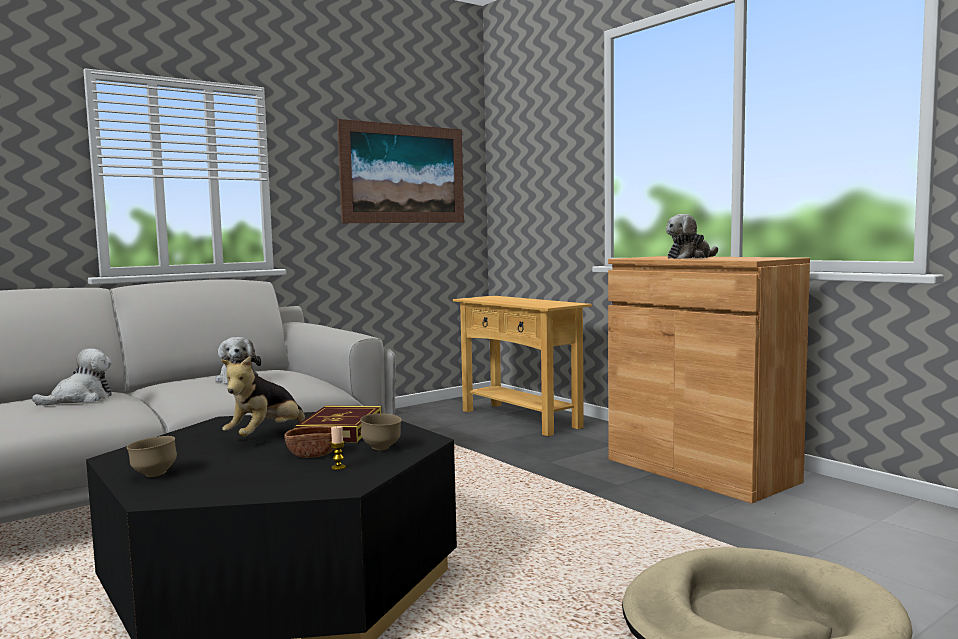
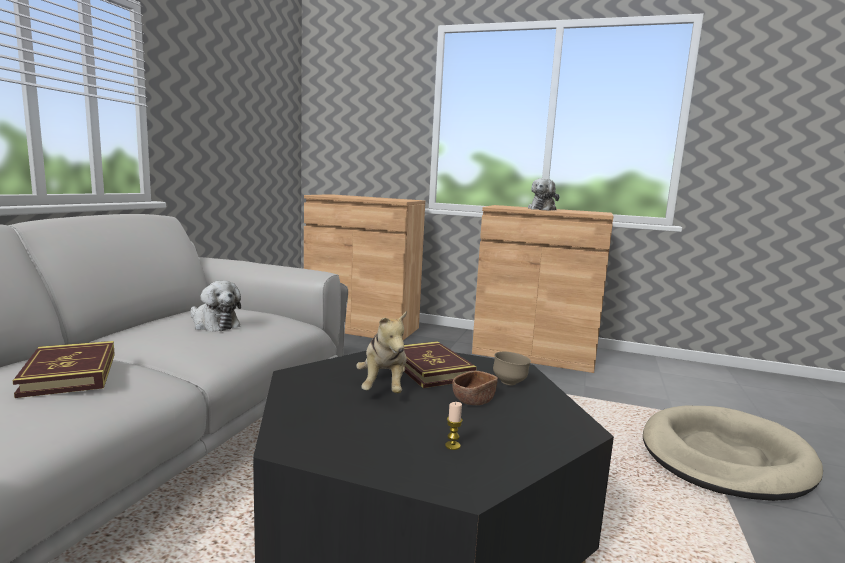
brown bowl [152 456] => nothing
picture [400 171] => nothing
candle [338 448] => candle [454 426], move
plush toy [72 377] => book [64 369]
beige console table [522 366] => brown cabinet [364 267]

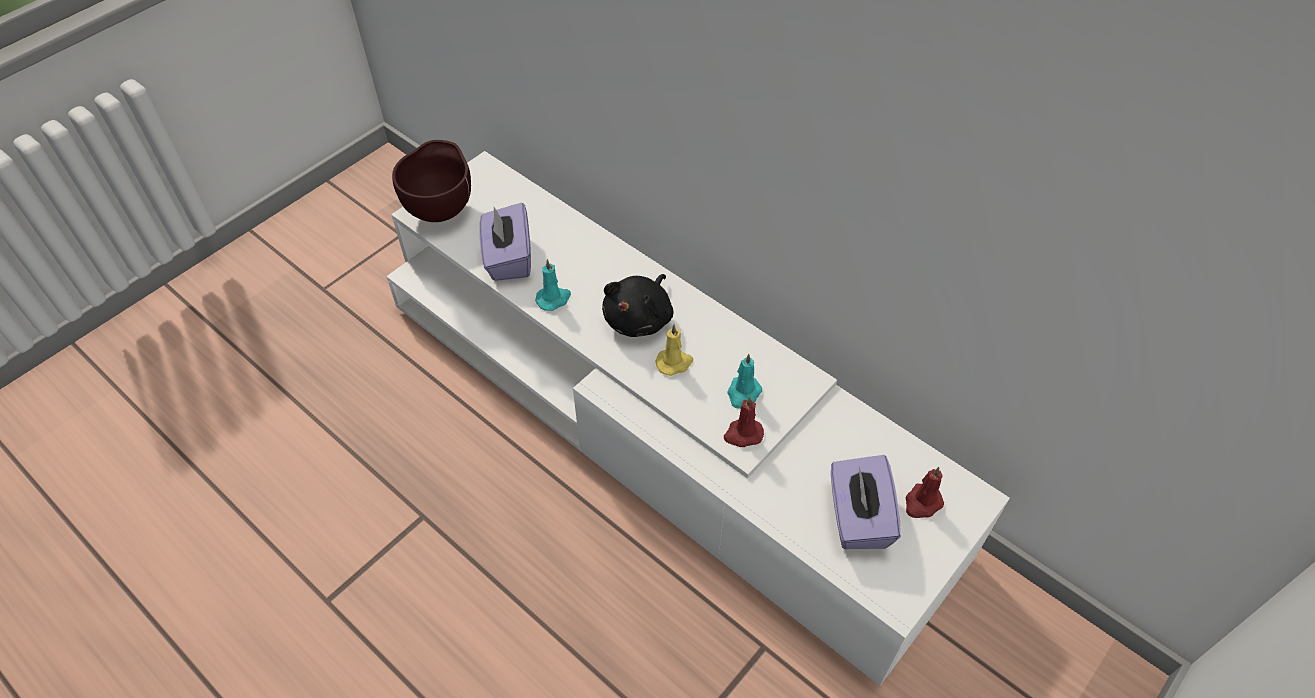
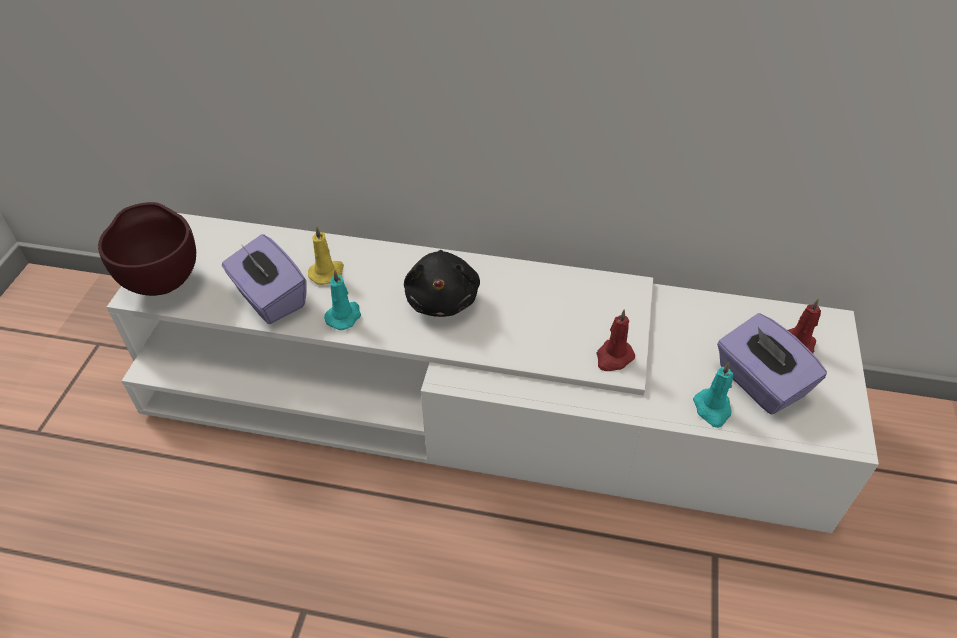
yellow candle [674 350] => yellow candle [326 255], move
turquoise candle [744 381] => turquoise candle [713 395], move

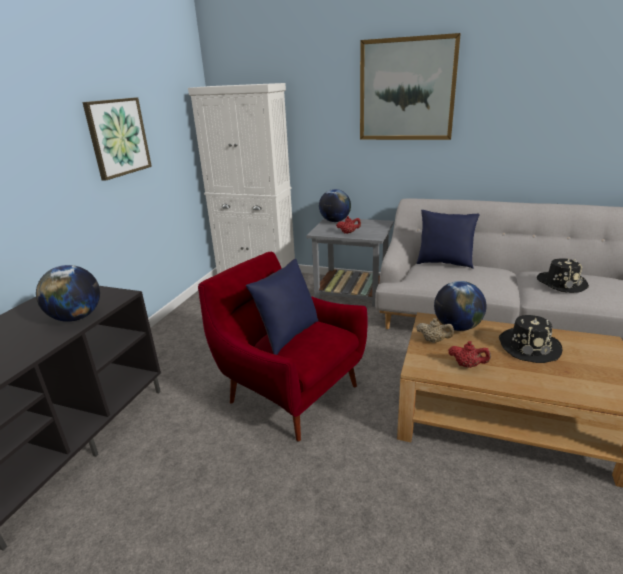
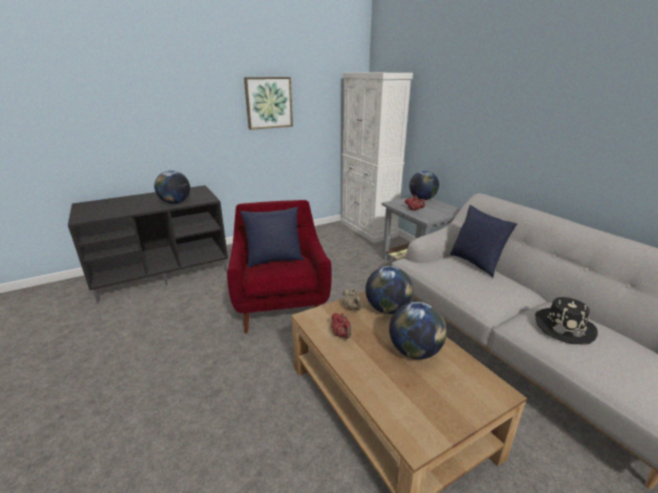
picture [410 86] => nothing
black hat [531 339] => globe [418 330]

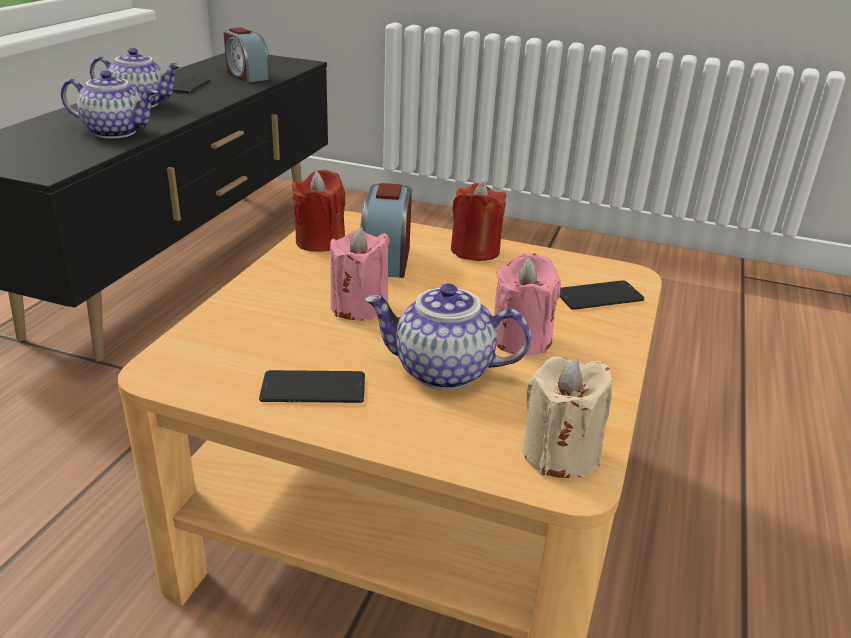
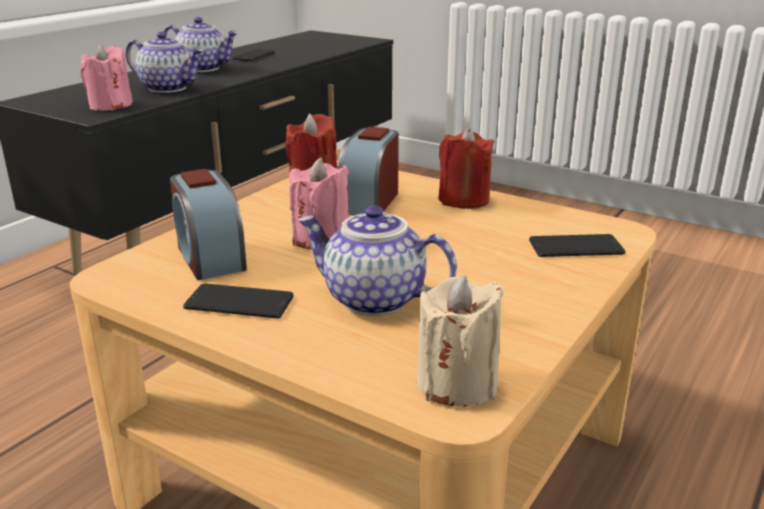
alarm clock [246 55] => alarm clock [208 224], move
pink candle [527 304] => pink candle [106 78], move

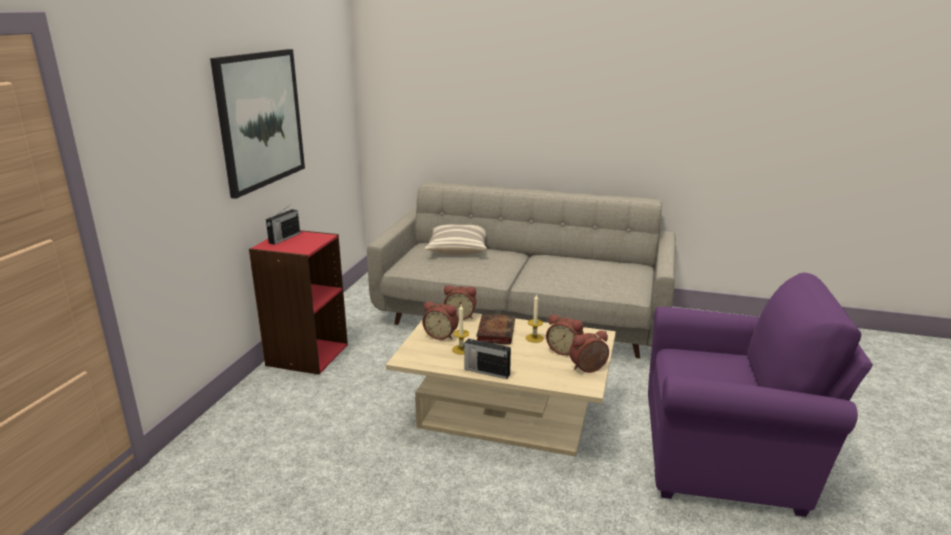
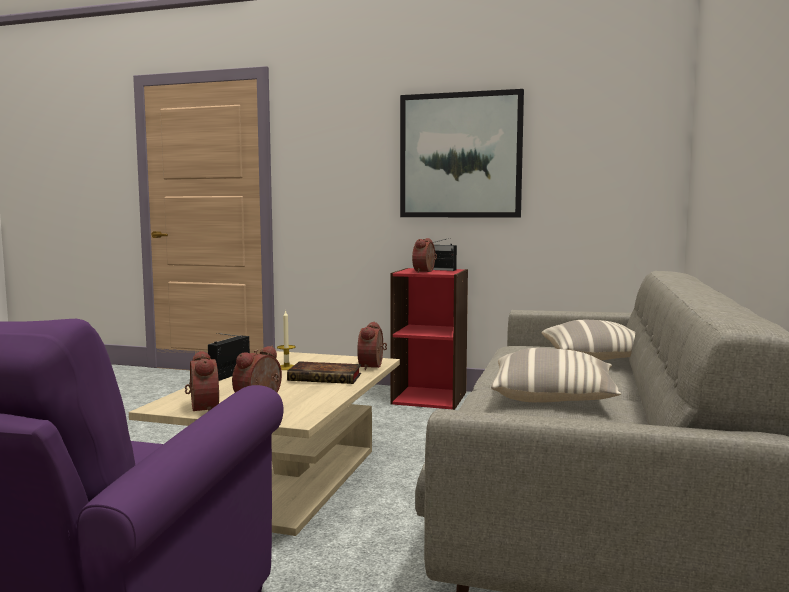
candle [535 318] => nothing
nothing => pillow [556 375]
alarm clock [441 320] => alarm clock [424 255], move

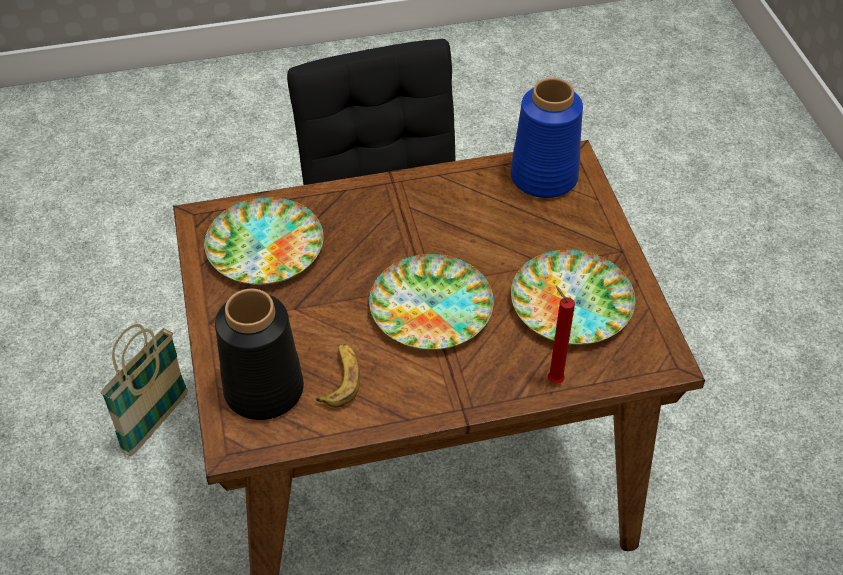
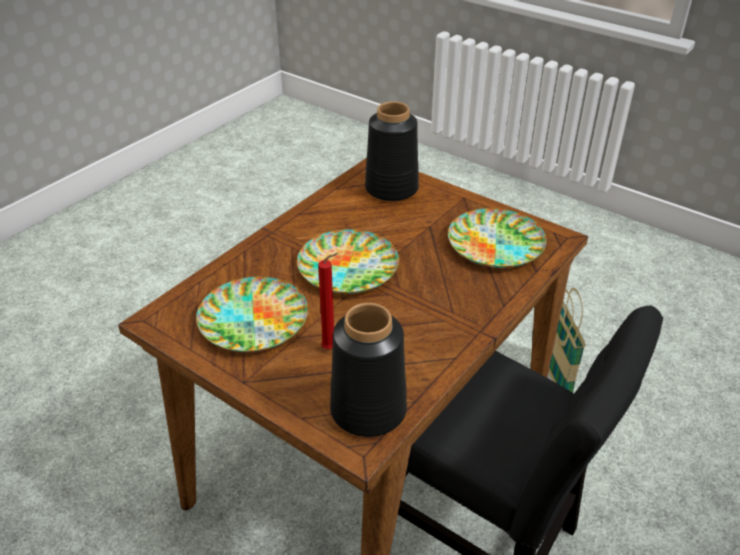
banana [337 376] => nothing
red candle [561 335] => red candle [328 301], move
blue vase [546 138] => black vase [368 370]

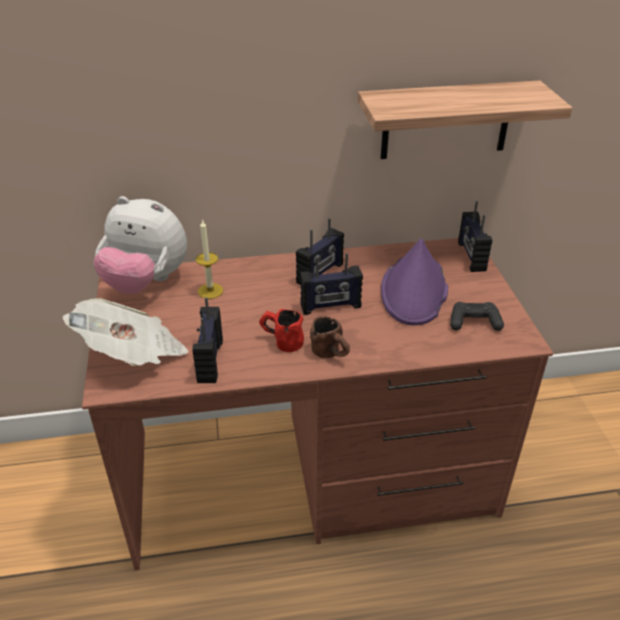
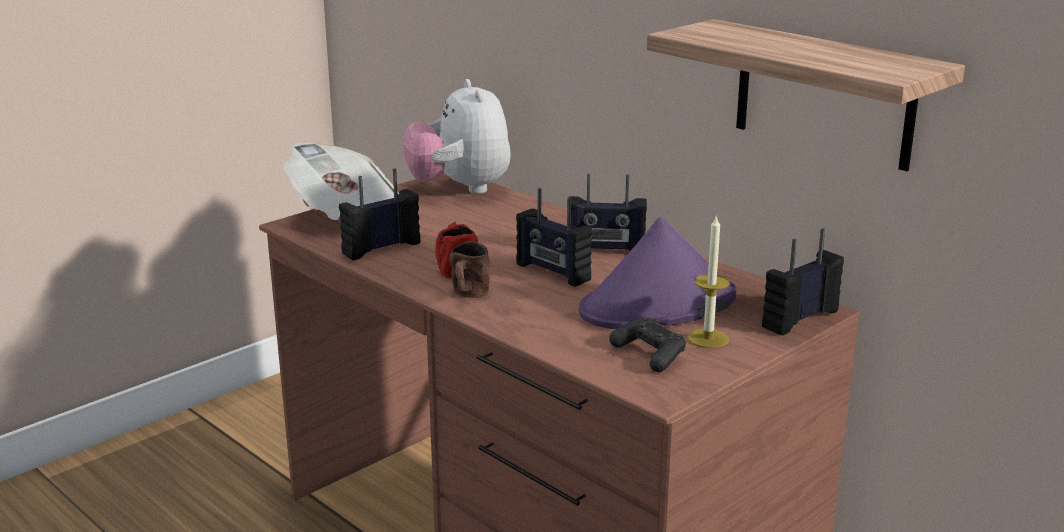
candle [209 259] => candle [709 281], move

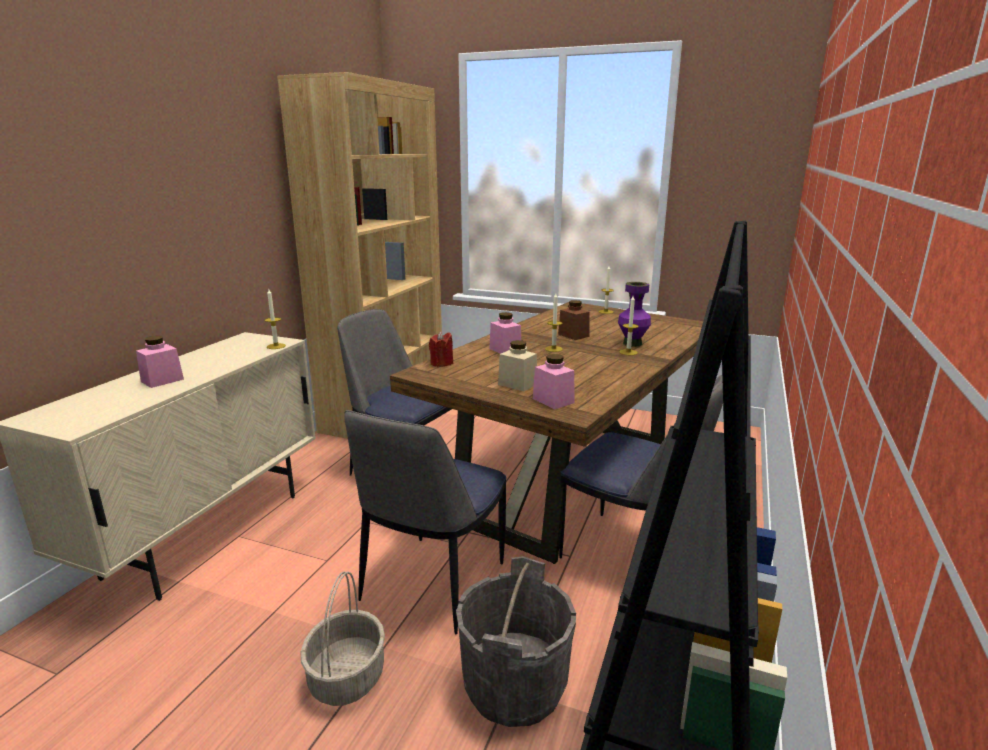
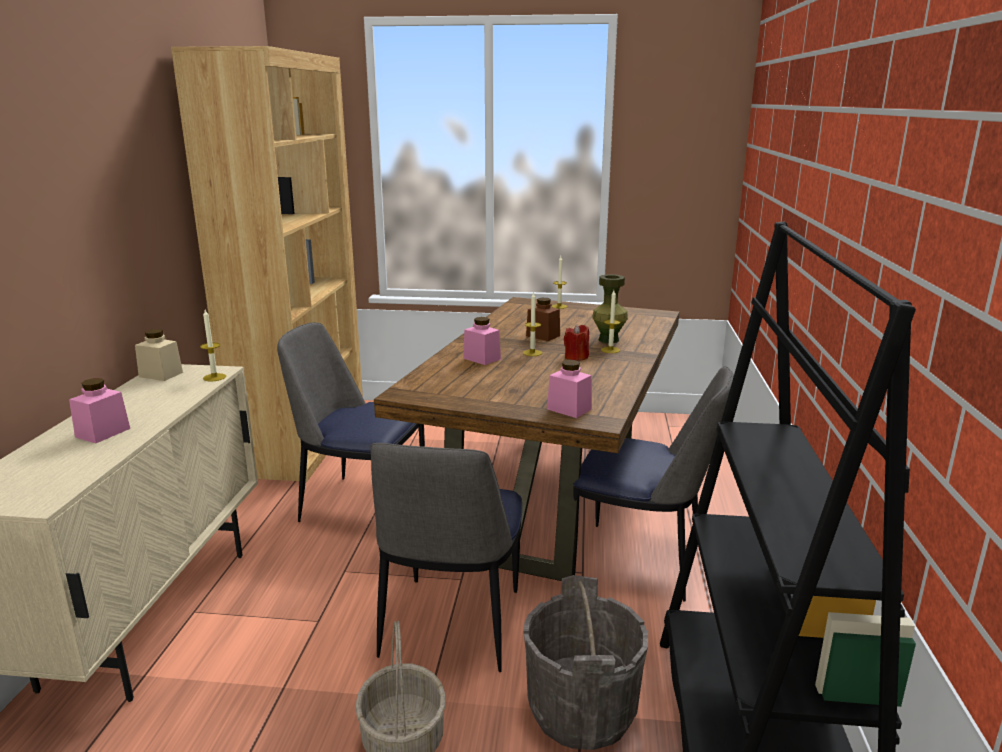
red candle [441 349] => red candle [576 342], move
beige jar [517 365] => beige jar [159 355], move
purple vase [634 314] => green vase [610 308]

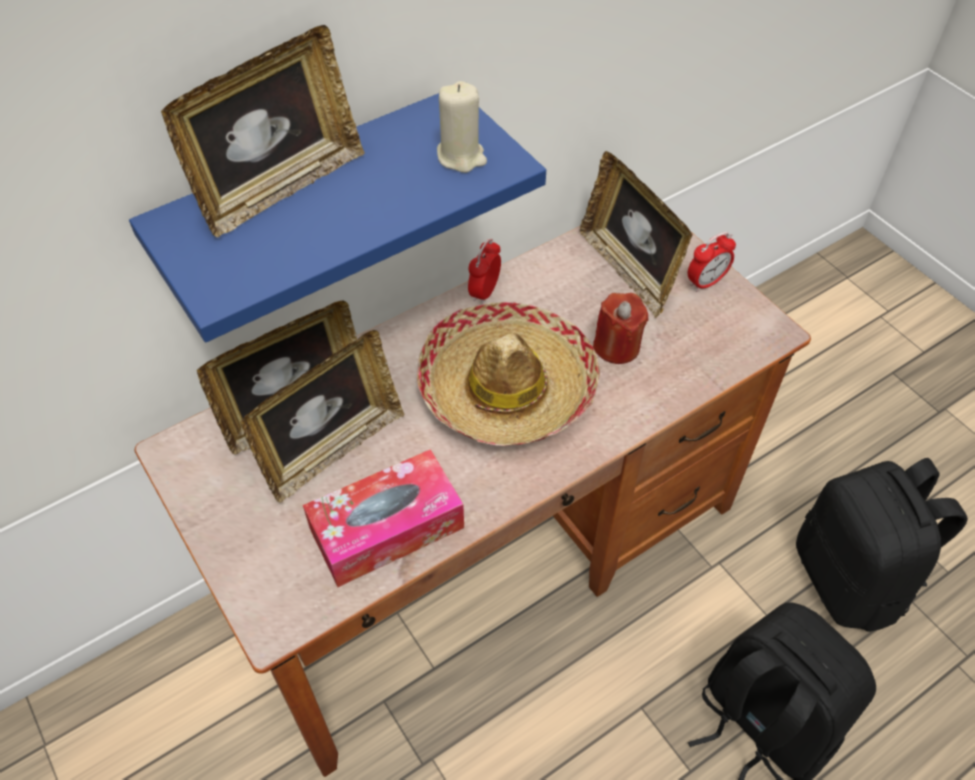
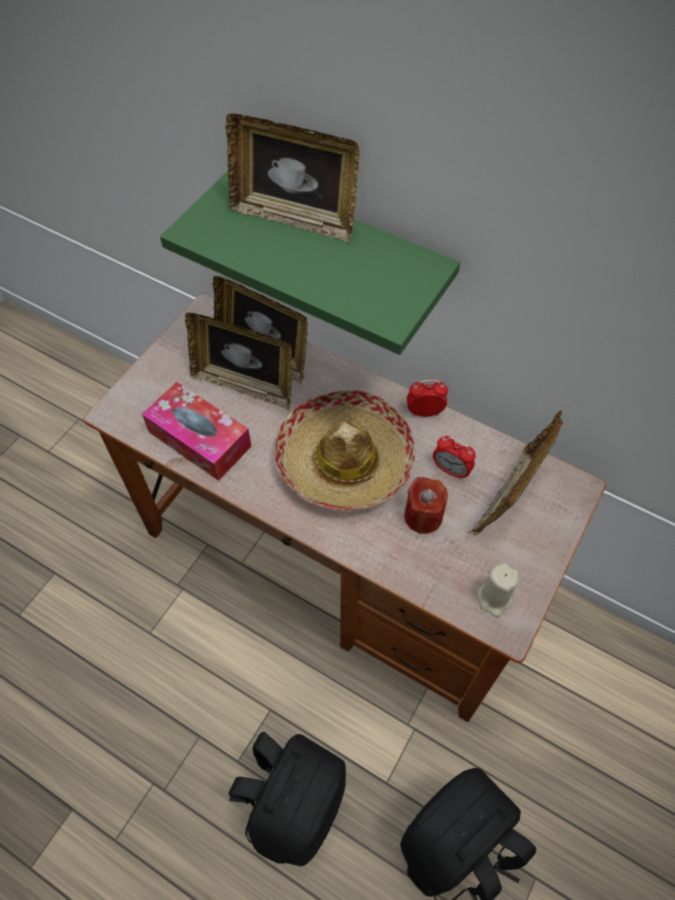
beige candle [462 127] => beige candle [498 590], move
alarm clock [712 262] => alarm clock [454 458], move
blue shelf [337 217] => green shelf [310 263]

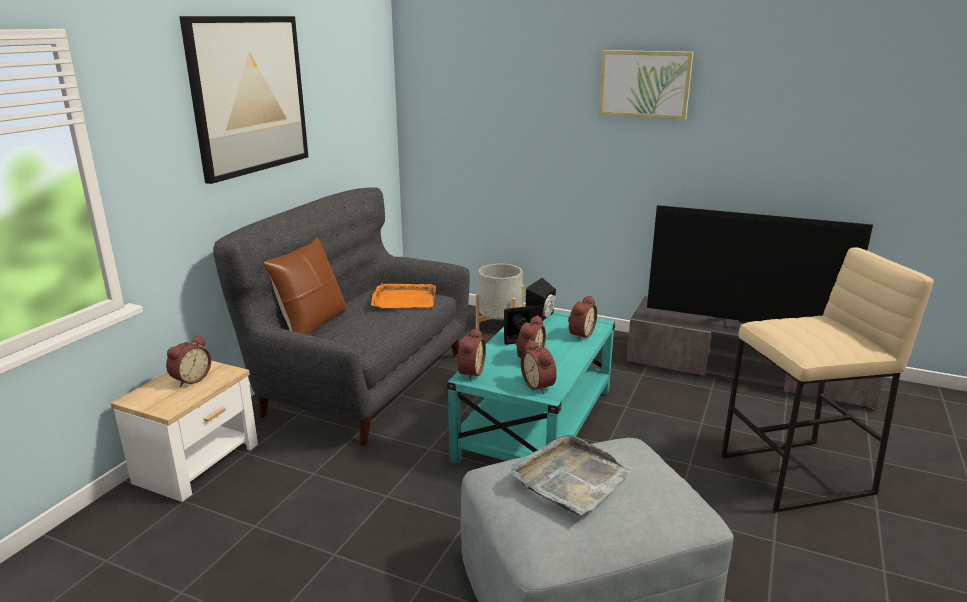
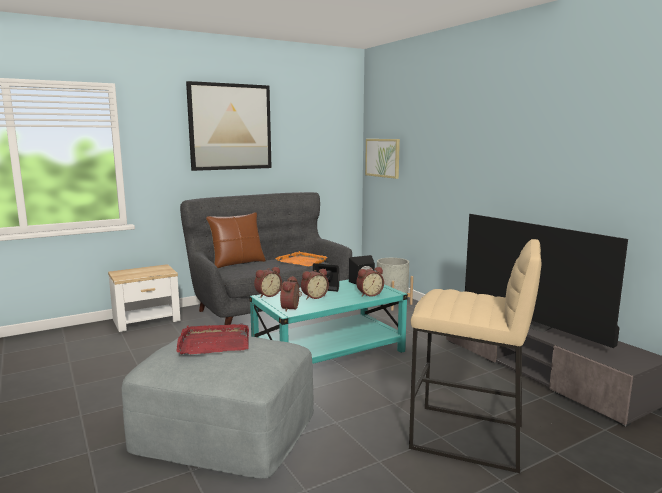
alarm clock [188 361] => nothing
picture [646 85] => picture [382 159], move
grey tray [571 475] => red tray [212 339]

